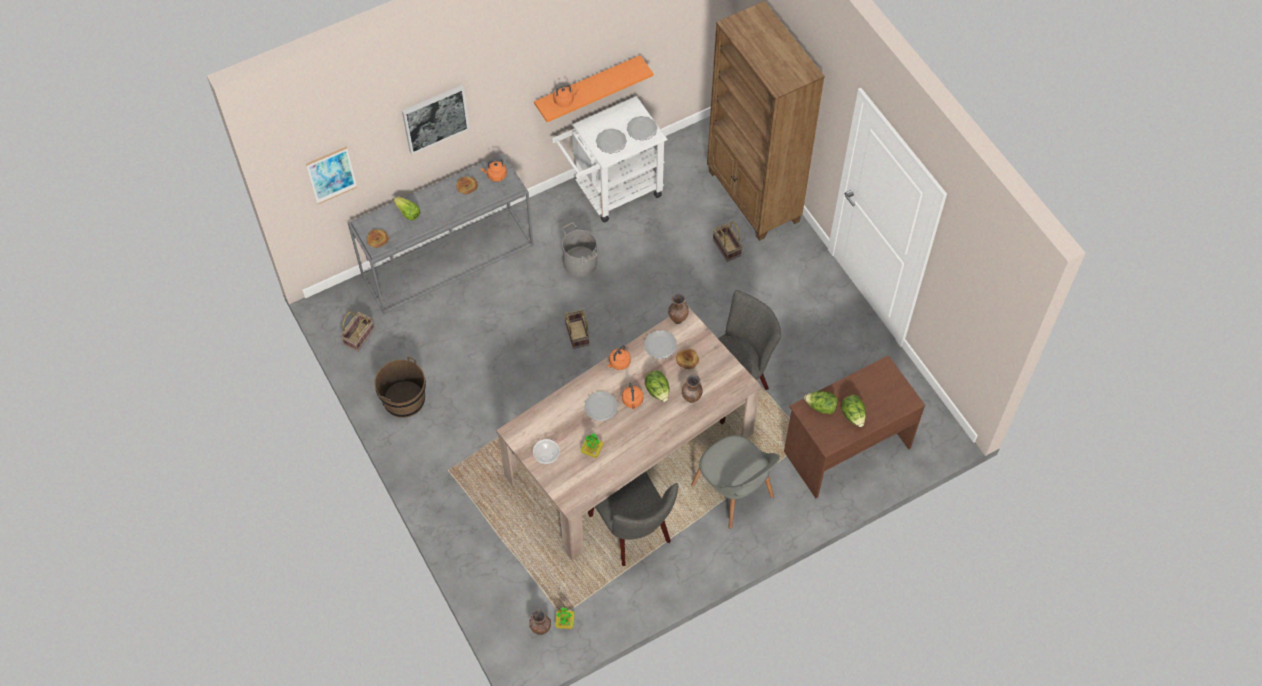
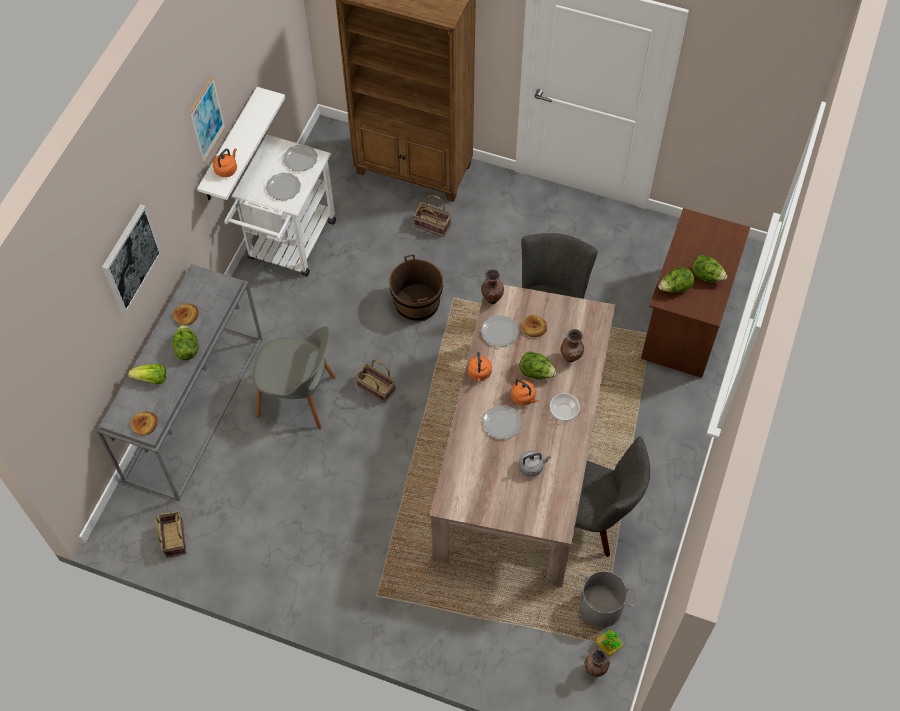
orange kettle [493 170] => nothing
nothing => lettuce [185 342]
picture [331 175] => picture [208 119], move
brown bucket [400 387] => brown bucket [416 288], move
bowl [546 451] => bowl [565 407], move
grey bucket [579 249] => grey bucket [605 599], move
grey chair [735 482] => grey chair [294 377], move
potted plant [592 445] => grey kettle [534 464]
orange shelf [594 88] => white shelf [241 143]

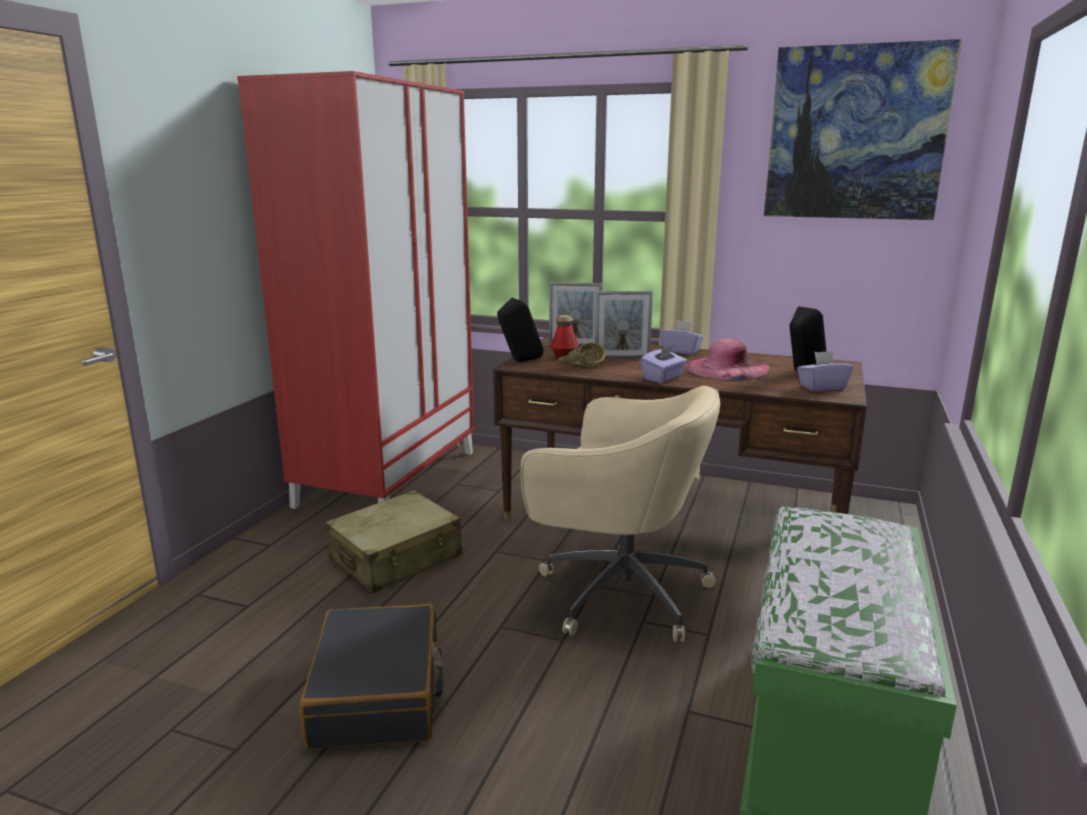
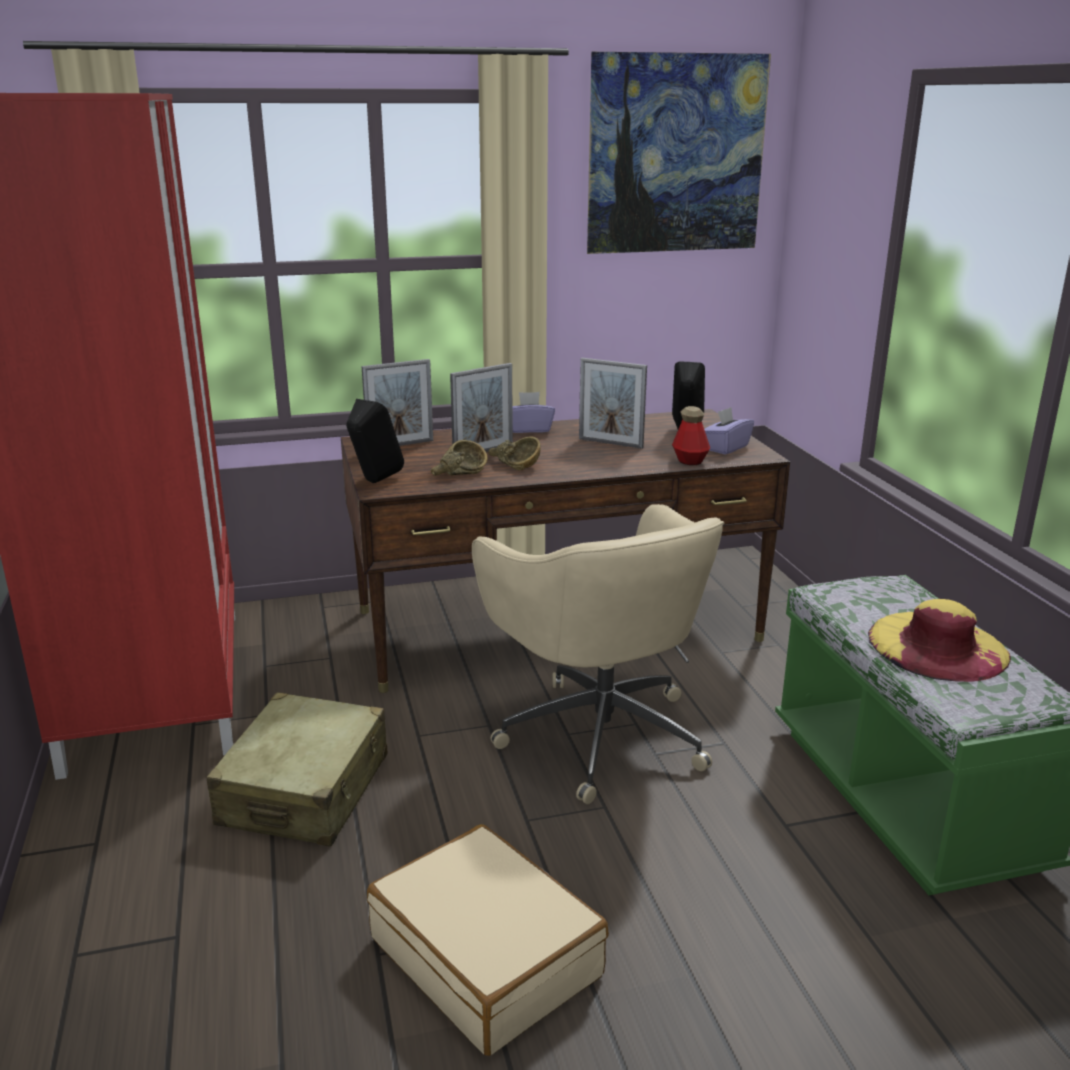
purple tissue box [663 363] => nothing
nothing => brown bowl [515 453]
nothing => yellow hat [939 640]
bottle [565 337] => bottle [691 435], move
pink hat [728 359] => picture frame [613 403]
black suitcase [371 676] => beige suitcase [488 940]
beige office chair [620 514] => beige office chair [598 654], 75 degrees clockwise

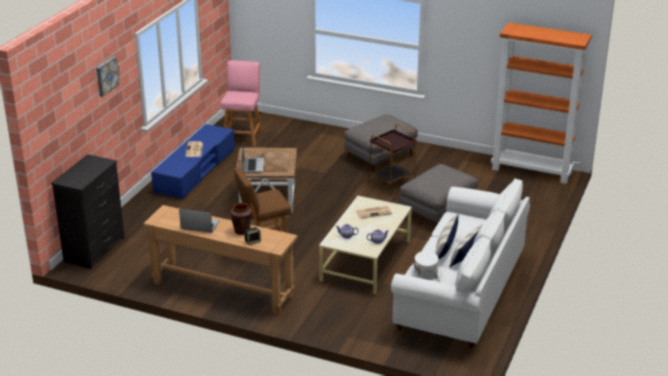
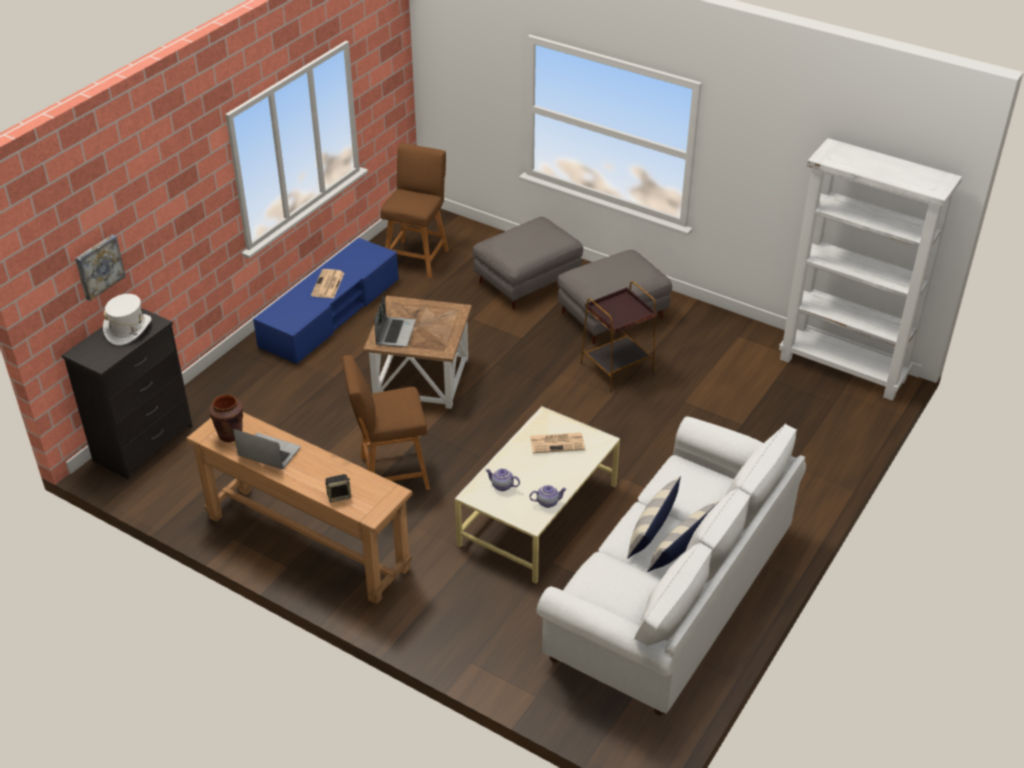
picture [107 76] => picture [100 268], move
brown vase [241 219] => brown vase [226 418], move
grey ottoman [438 195] => grey ottoman [527 263], move
white hat [426 266] => white hat [127 319], move
pink stool [241 103] => brown stool [414 210]
orange bookcase [541 103] => white bookcase [870 269]

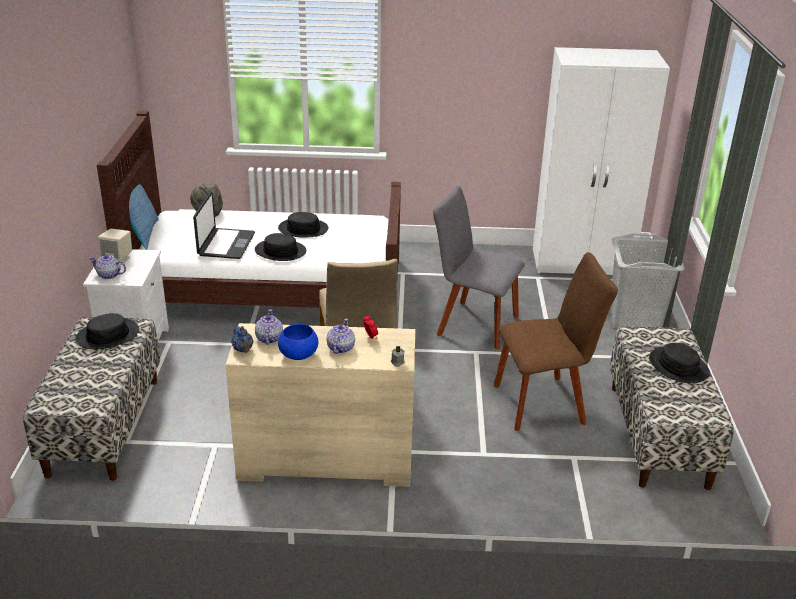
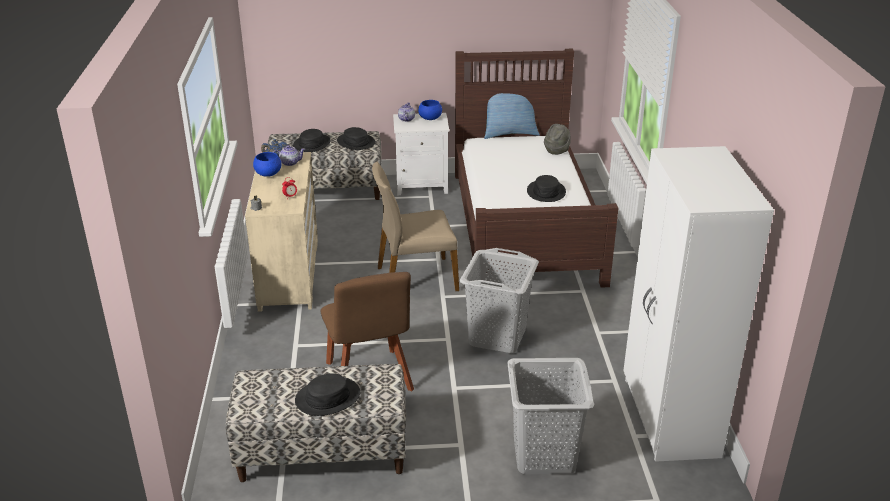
laptop [224 225] => nothing
teapot [341 336] => nothing
black hat [280 247] => black hat [311 140], move
beige speaker [115 246] => blue bowl [430 110]
grey chair [479 268] => grey laundry basket [499 301]

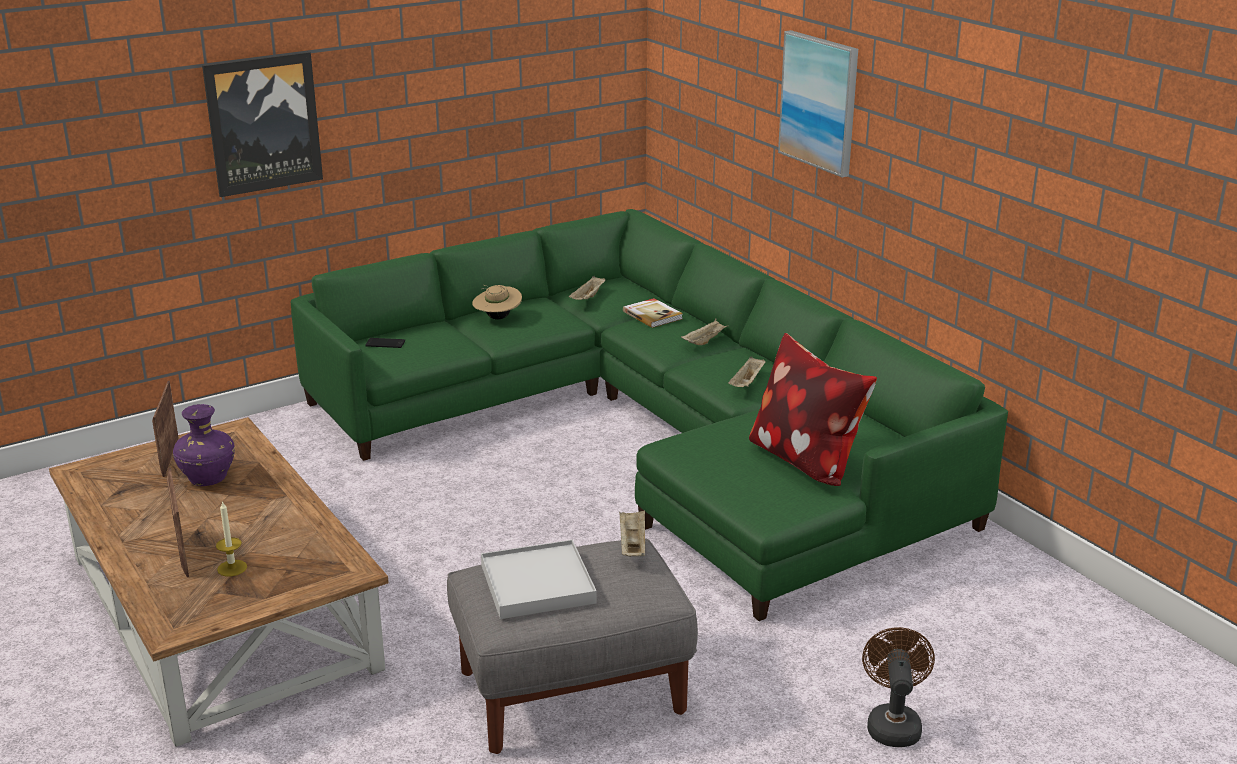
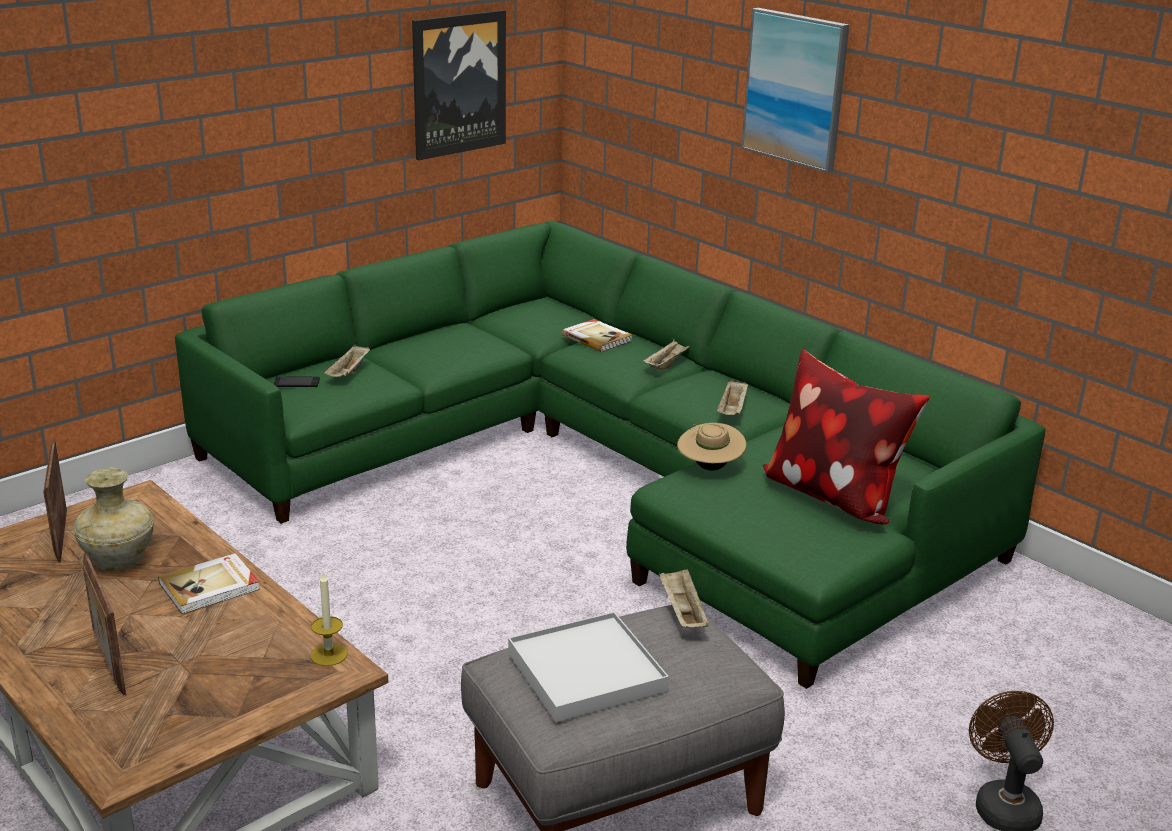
nothing => book [209 583]
picture [262 124] => picture [459 85], move
candle [231 538] => candle [329 619], move
beige hat [497 302] => beige hat [711 447], move
beige tray [587 288] => beige tray [347 360], move
purple vase [204 445] => beige vase [114 519]

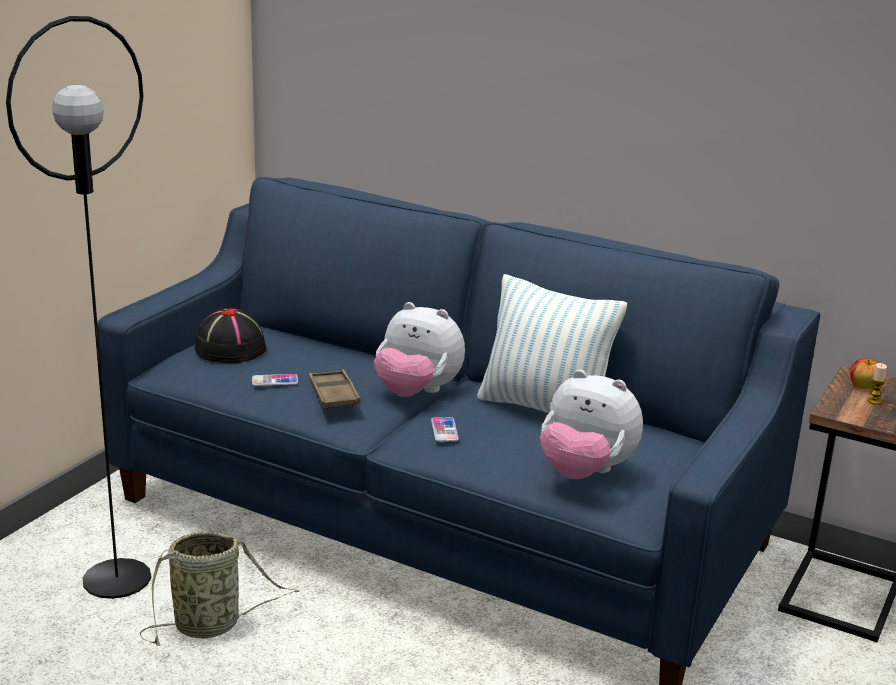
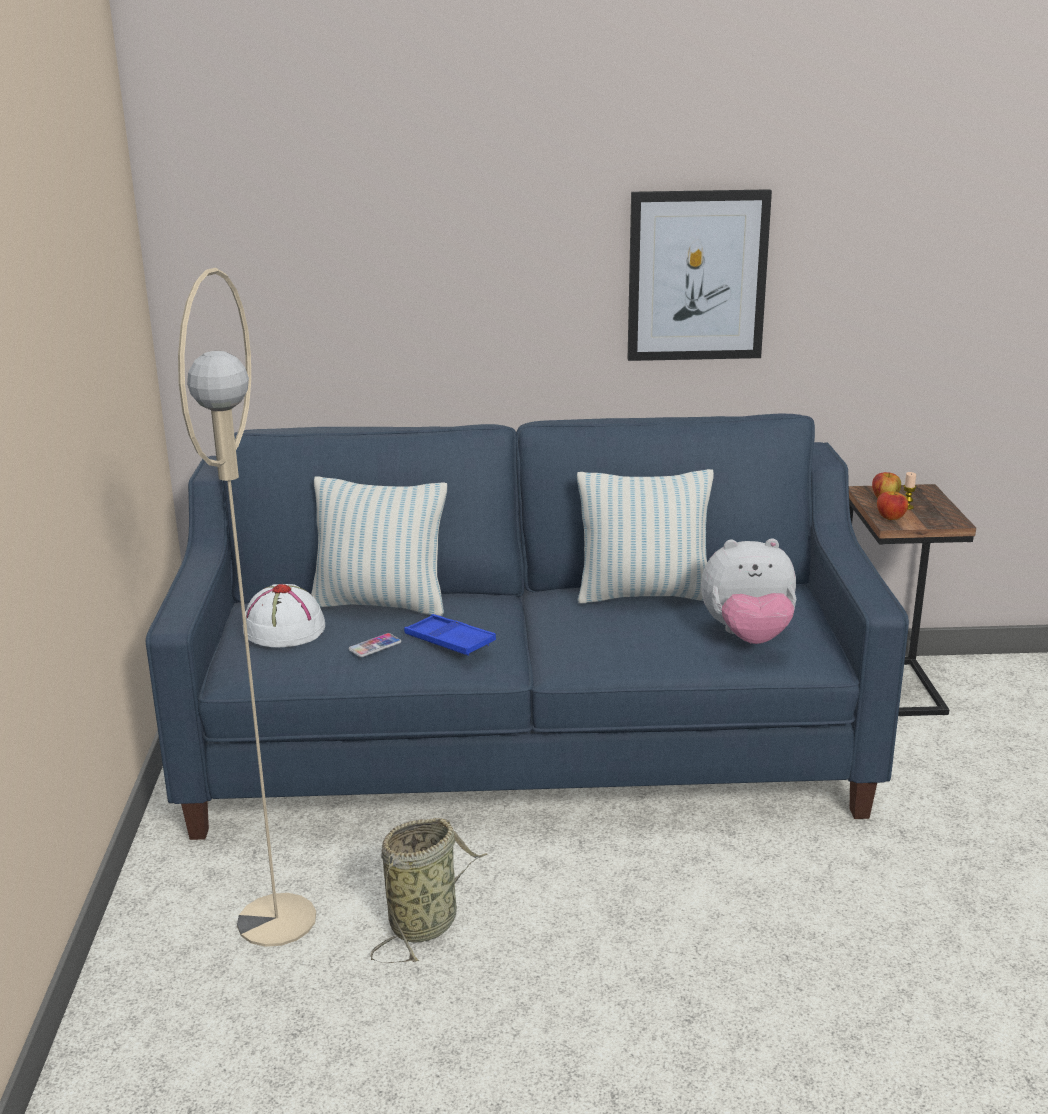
plush toy [419 349] => nothing
phone [445 429] => nothing
nothing => pillow [379 546]
nothing => picture [700 275]
nothing => apple [892 505]
black floor lamp [78 307] => beige floor lamp [247 607]
black hat [231 335] => white hat [284 616]
brown tray [334 390] => blue tray [450 635]

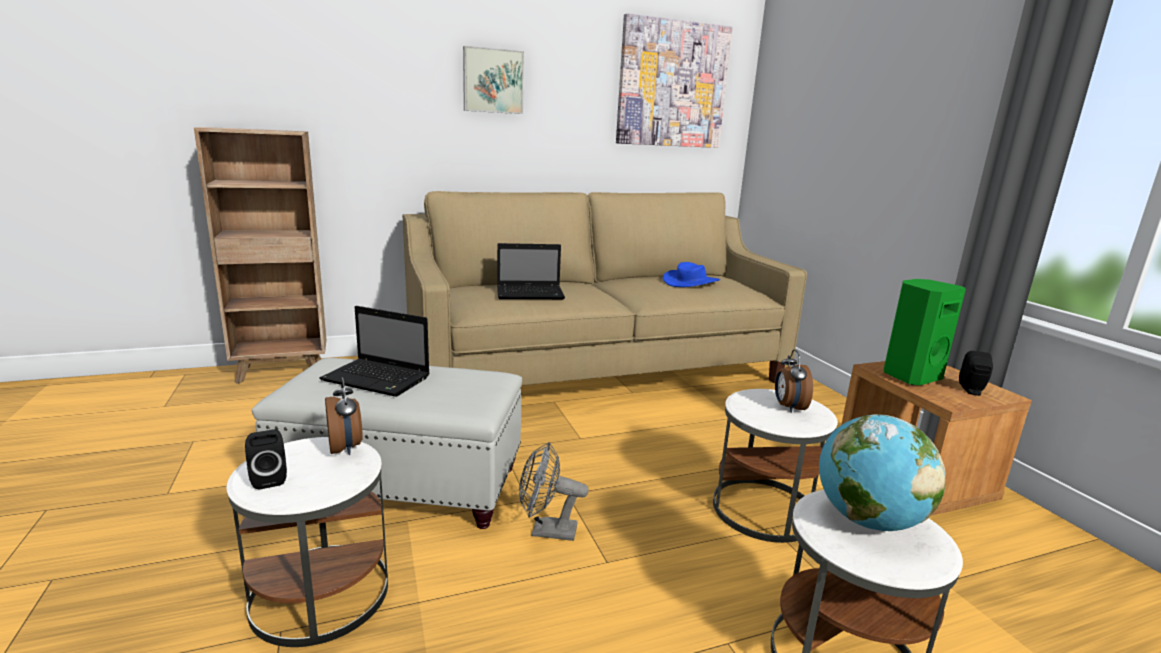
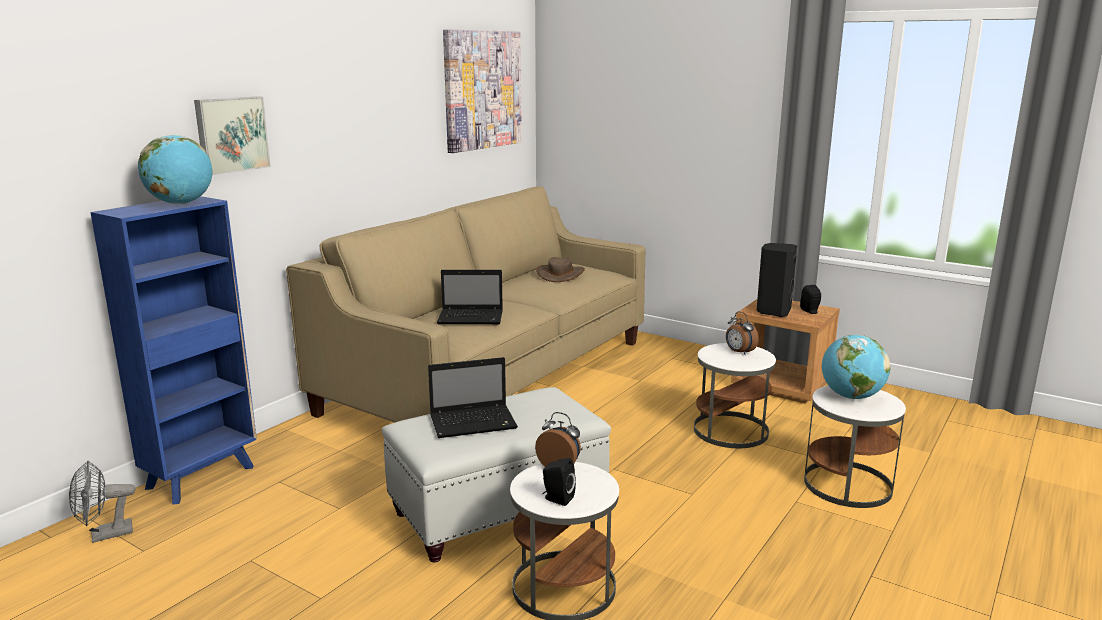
nothing => globe [175 169]
picture [493 80] => picture [232 135], move
grey fan [554 491] => grey fan [102 502], move
brown bookcase [260 255] => blue bookcase [173 350]
blue hat [691 274] => brown hat [560 269]
green speaker [925 332] => black speaker [777 280]
laptop [531 271] => laptop [470 297], 45 degrees clockwise

